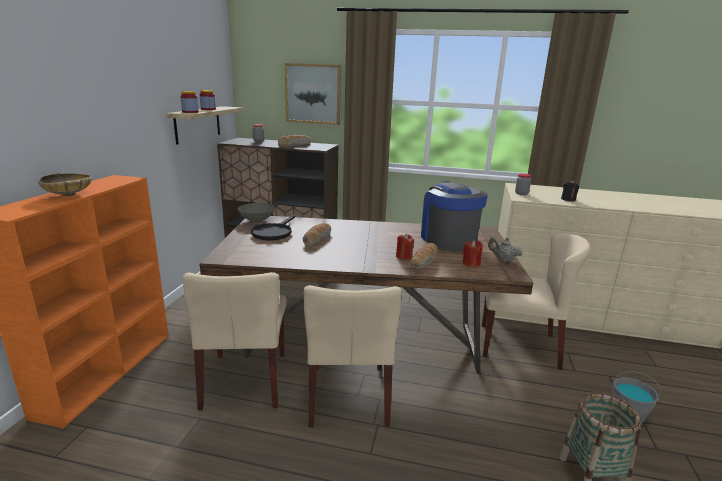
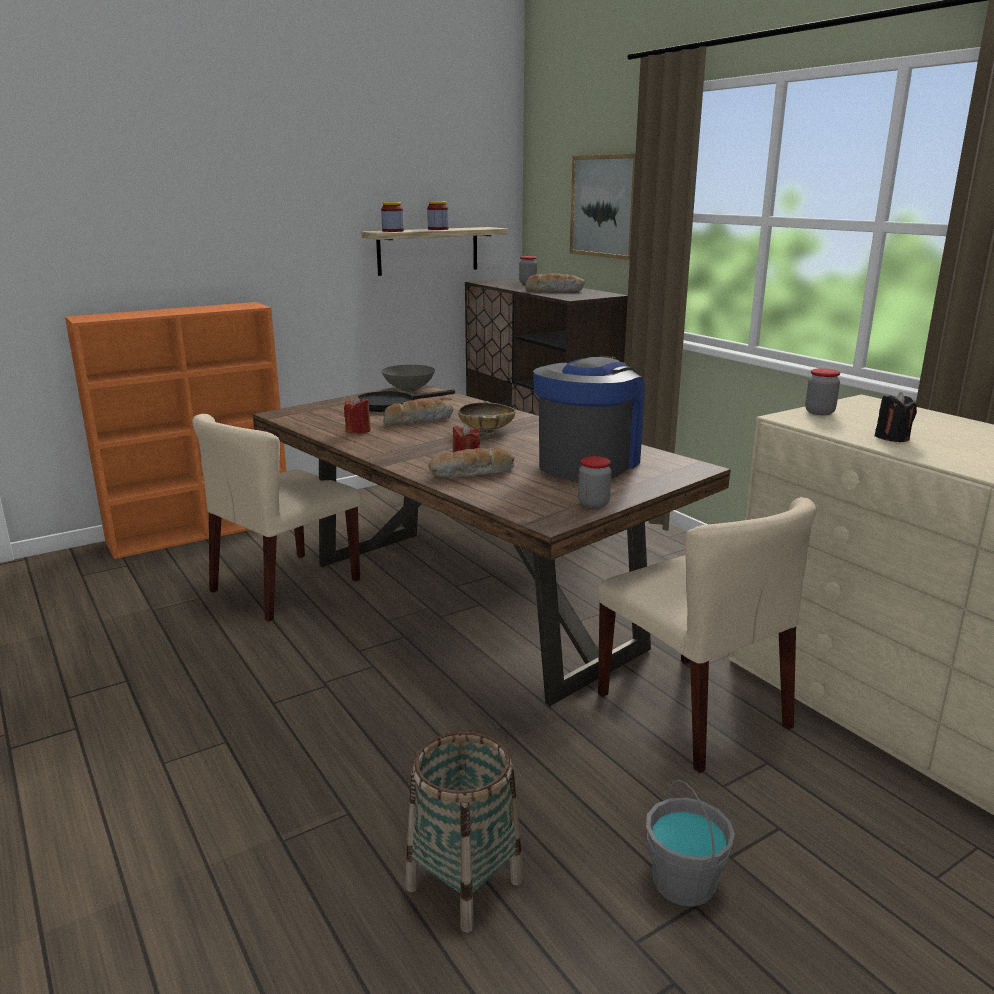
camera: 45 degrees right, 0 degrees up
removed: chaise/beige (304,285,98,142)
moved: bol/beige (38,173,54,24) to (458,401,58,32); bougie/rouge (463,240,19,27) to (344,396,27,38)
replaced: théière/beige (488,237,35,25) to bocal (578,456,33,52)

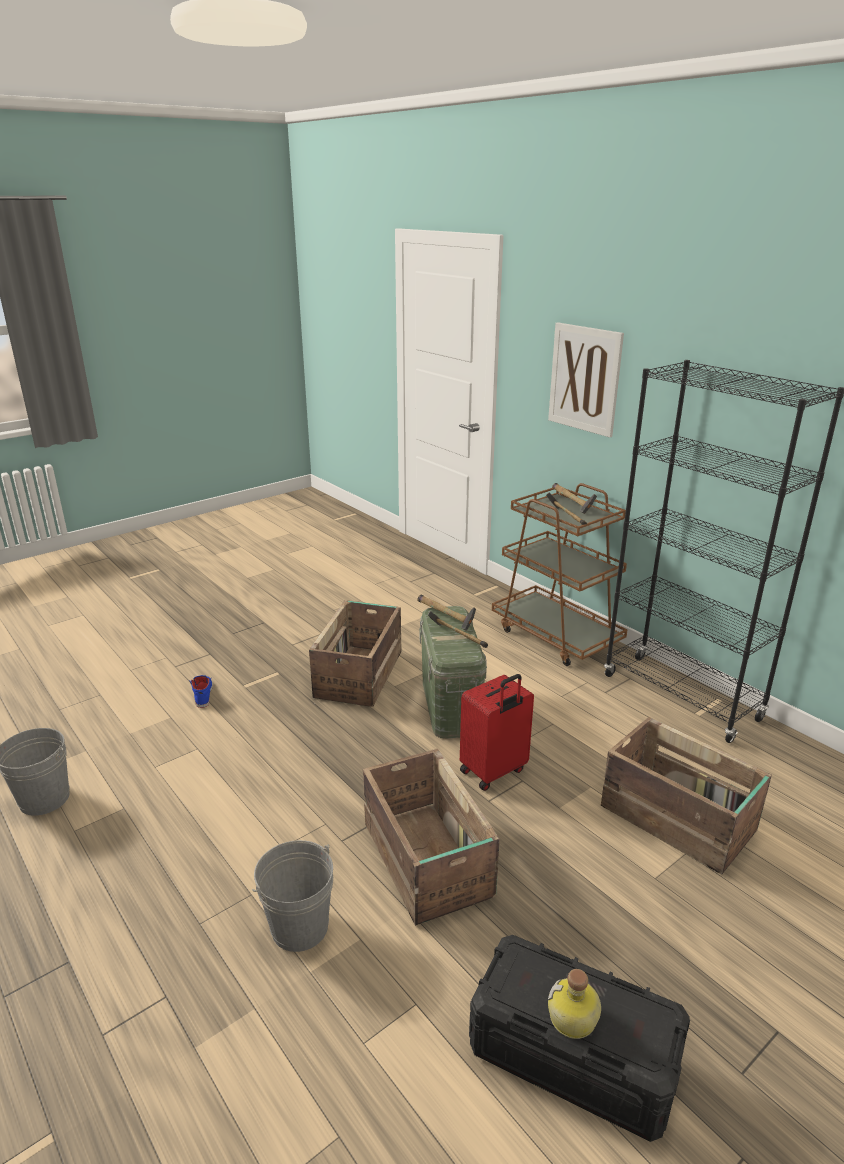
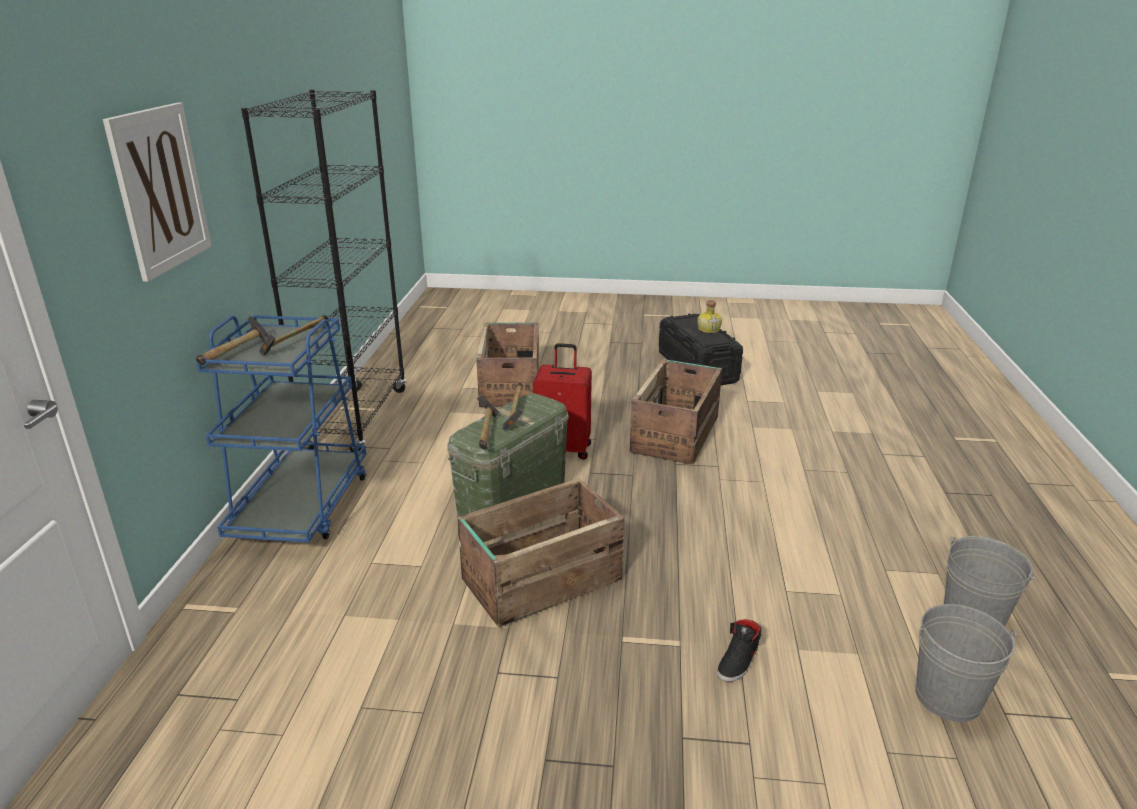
camera: 135 degrees left, 0 degrees up
moved: seau/gris (252,840,81,112) to (916,604,104,118)
recoloured: chaussure/bleu (189,675,24,33) to chaussure/noir (717,619,44,63); chariot/marron (492,483,135,183) to chariot/bleu (196,315,171,228)

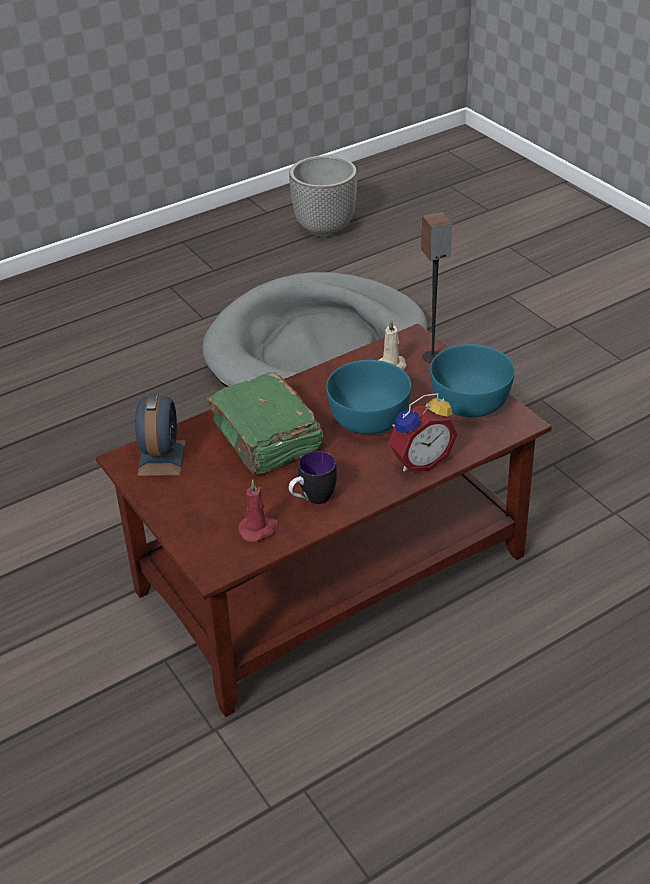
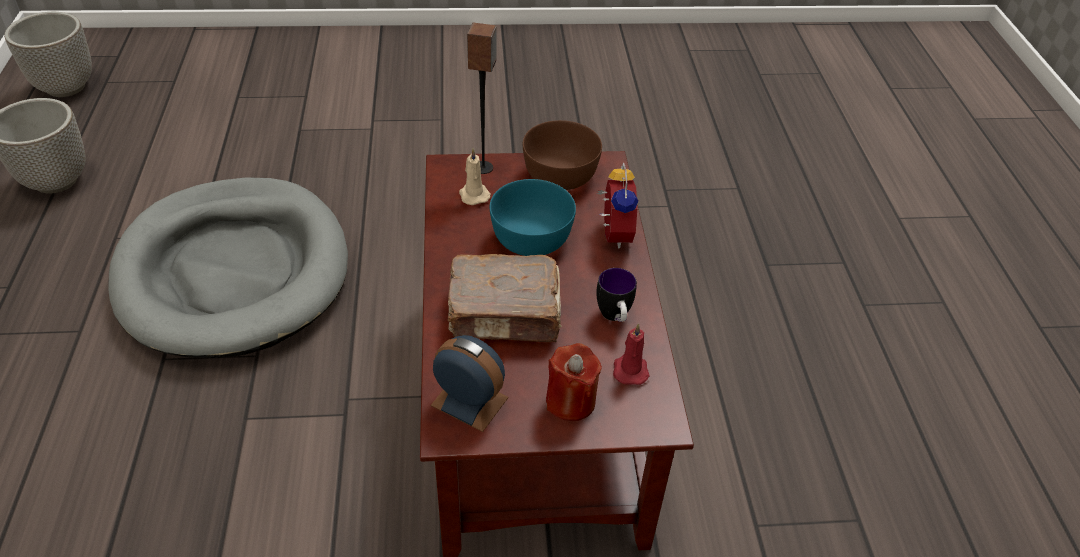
camera: 65 degrees left, 5 degrees up
added: cache-pot (4,12,88,85); bougie/rouge (546,343,56,78)
recoloured: livre/vert (207,372,116,103) to livre/marron (448,254,114,88); bol/turquoise (430,344,85,73) to bol/marron (523,120,79,70)

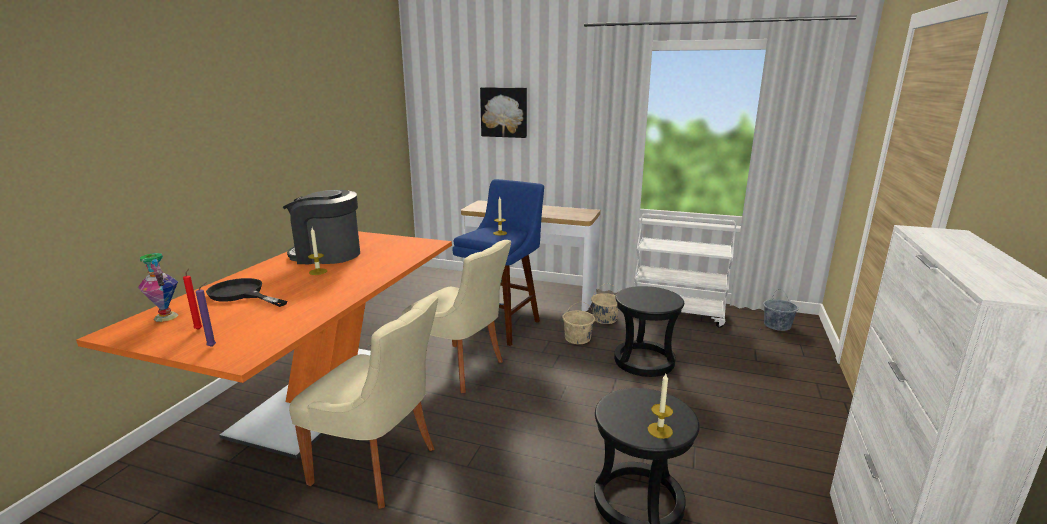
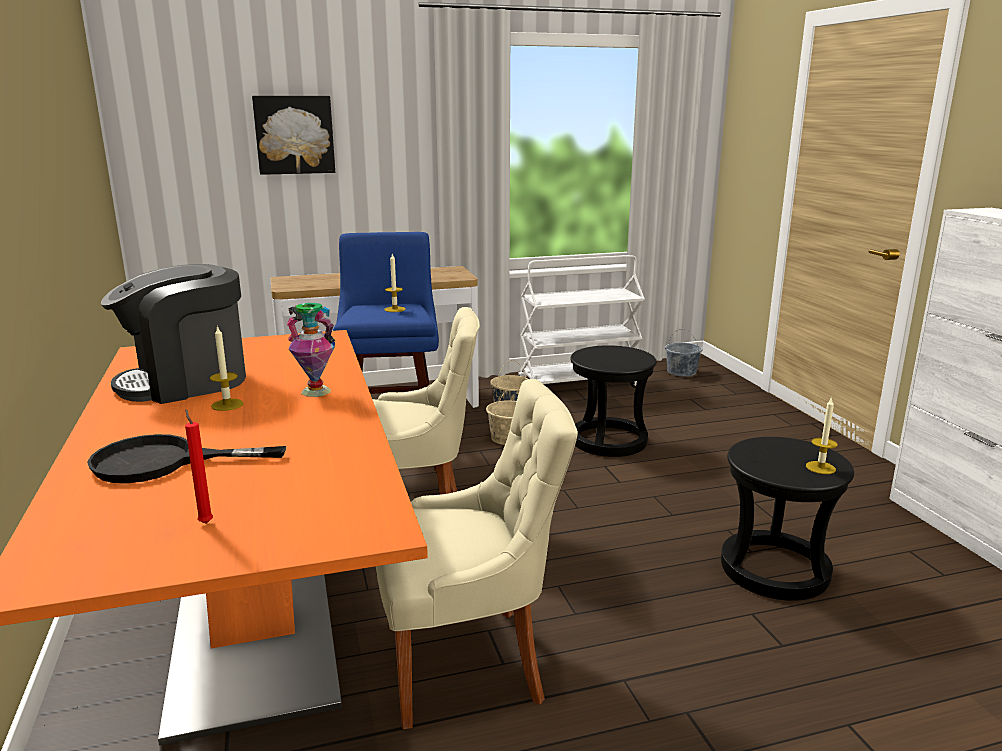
camera: 35 degrees left, 0 degrees up
removed: bougie/violet (196,283,20,64)
moved: vase (138,253,40,69) to (287,303,48,94)

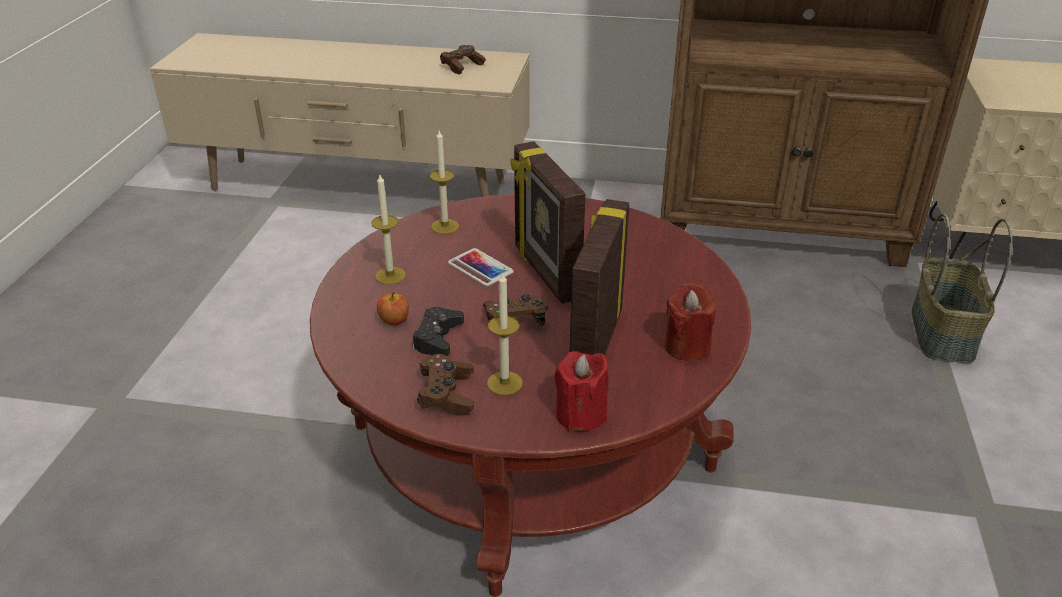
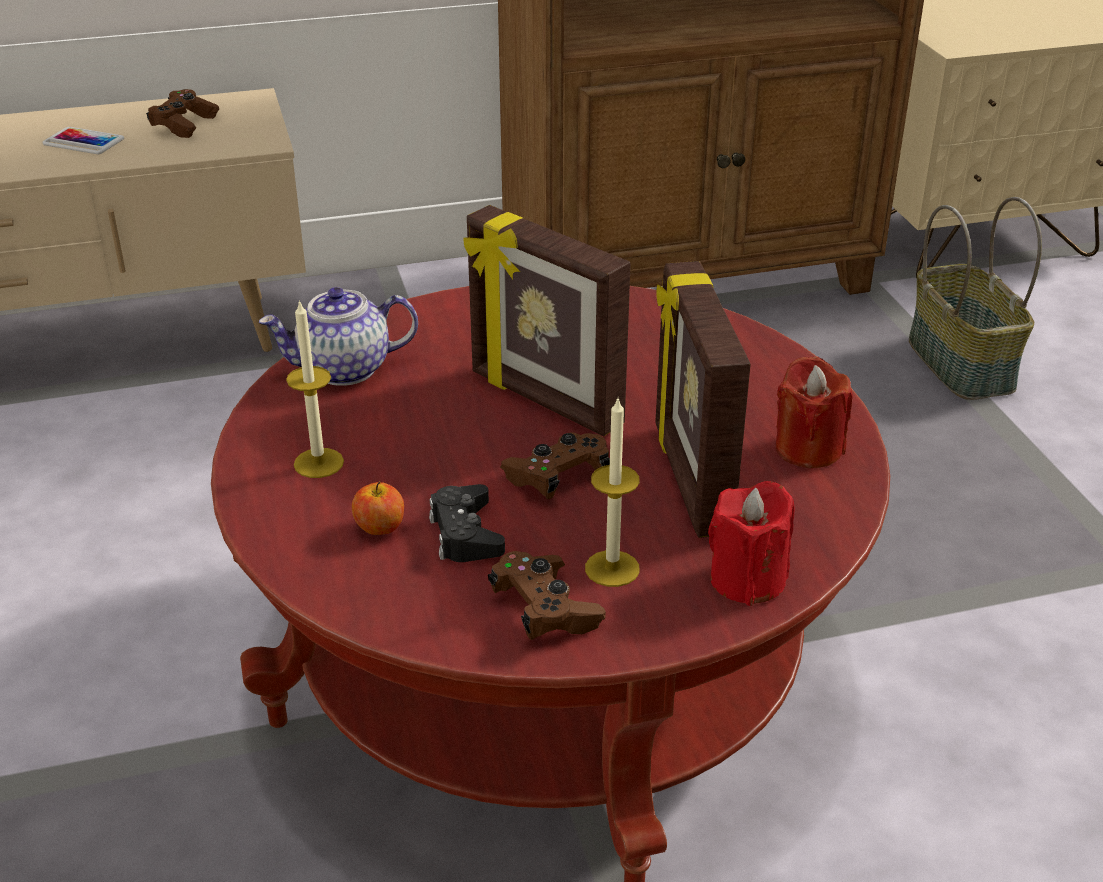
camera: 25 degrees left, 0 degrees up
moved: téléphone (448,248,66,38) to (42,127,82,27)
replaced: bougie (430,130,29,104) to théière (259,287,159,99)

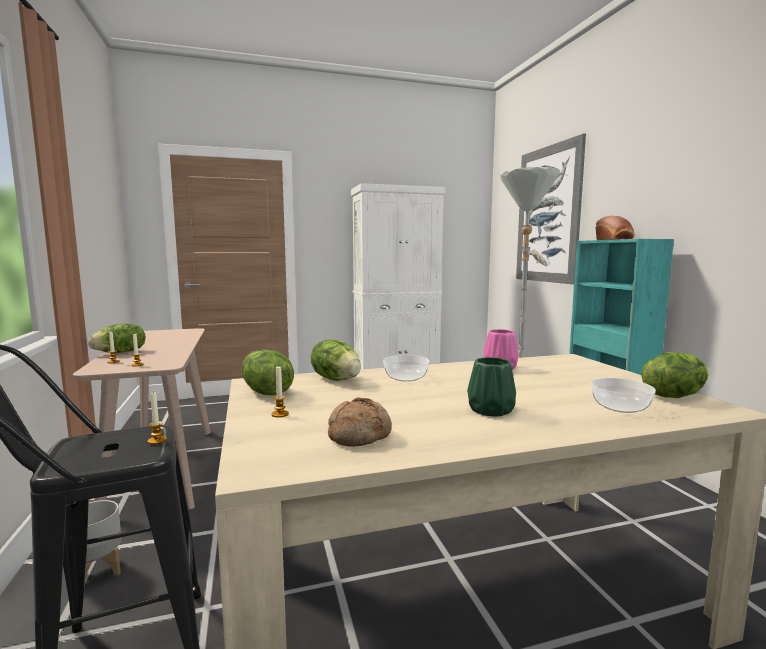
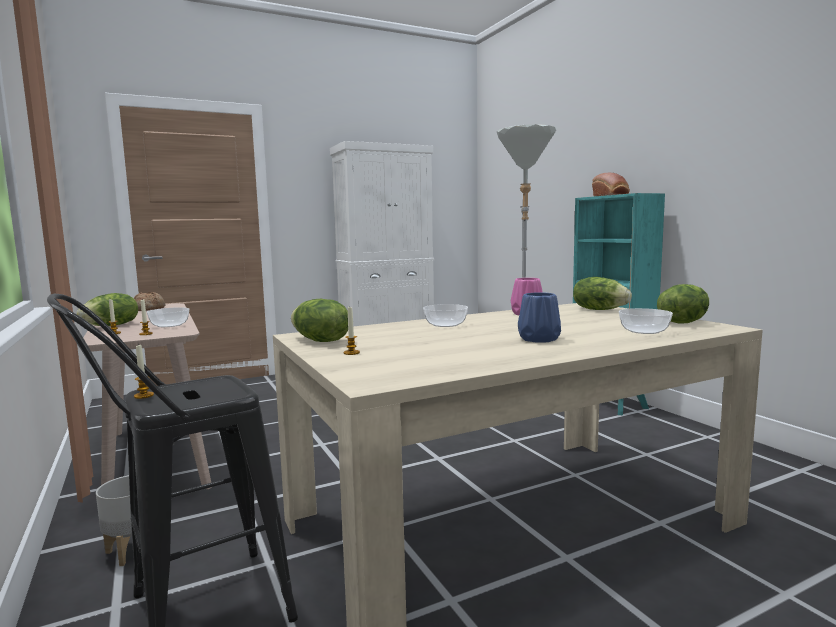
camera: 10 degrees left, 0 degrees up
removed: tableau (516,133,70,151)
added: bol (147,307,42,20)
moved: bougie (148,392,19,52) to (134,344,20,55); laitue (311,340,50,41) to (573,277,59,33); pain (328,397,64,50) to (134,292,31,19)
recoloured: vase/vert (467,357,49,60) to vase/bleu (518,292,43,51)

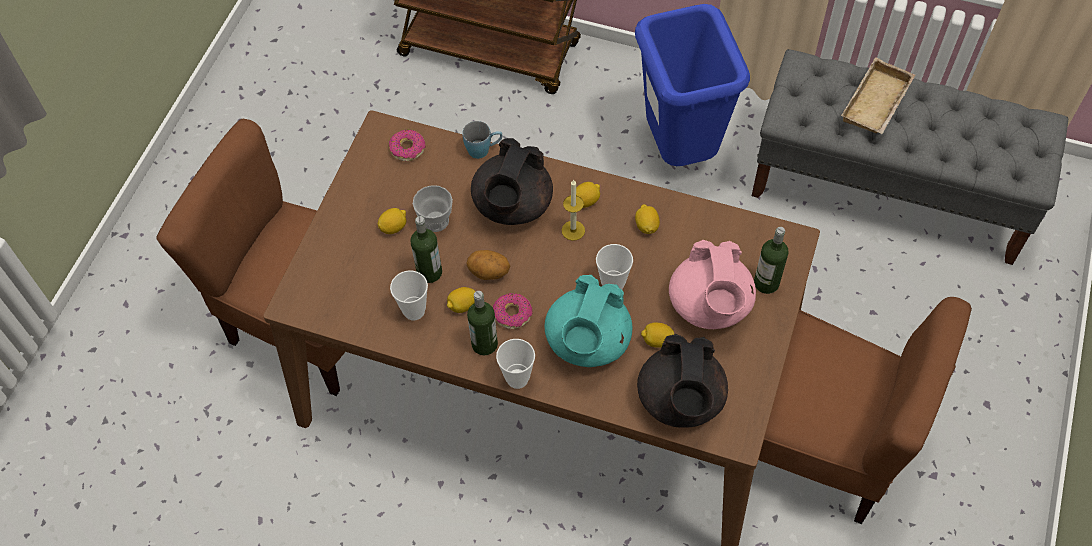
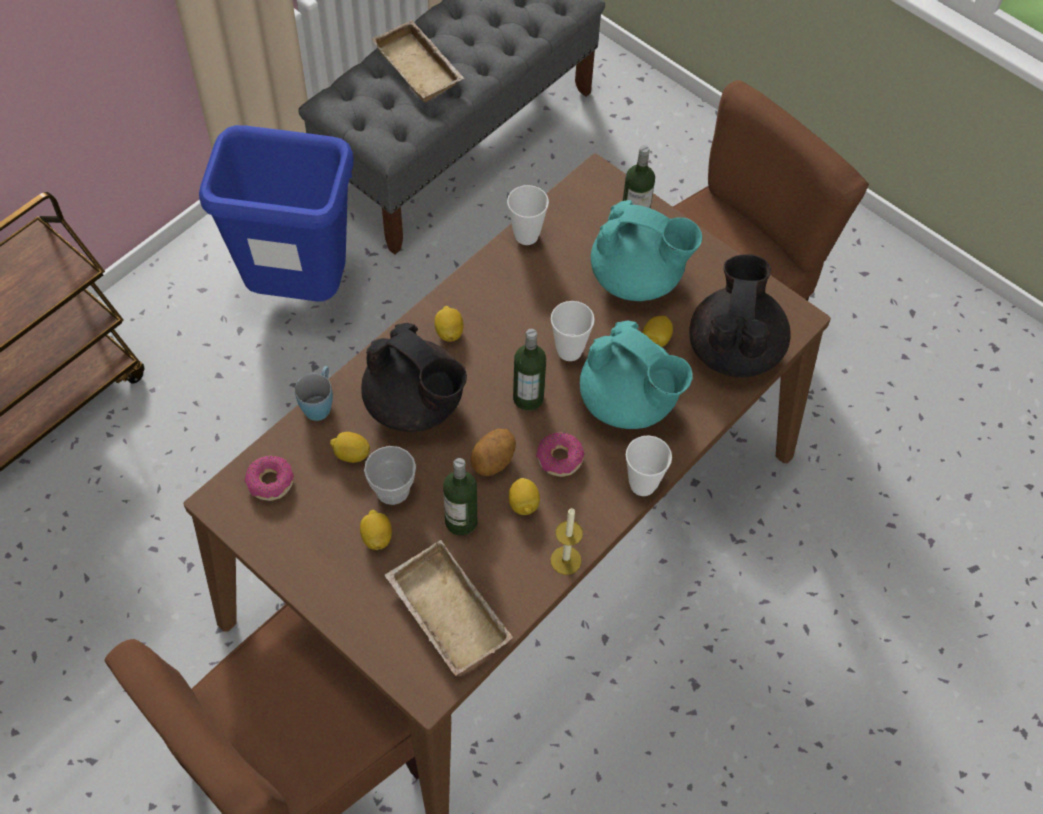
camera: 70 degrees left, 0 degrees up
added: plateau/beige (385,540,128,136)
moved: tasse (390,271,38,49) to (507,185,42,60); bouteille (467,291,31,64) to (513,329,33,81); bougie (562,179,23,62) to (551,508,32,67); citron (635,204,25,30) to (330,432,40,31)
recoloured: théière/rose (669,240,87,89) to théière/turquoise (591,200,111,101)
turned: théière/noir (637,334,91,94) = (689,254,102,124) 105 degrees counterclockwise

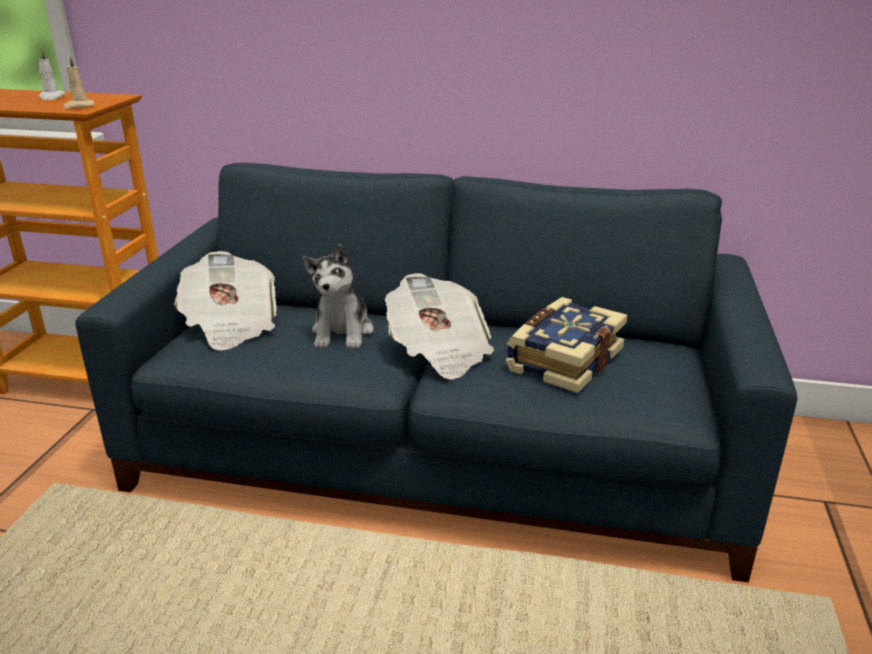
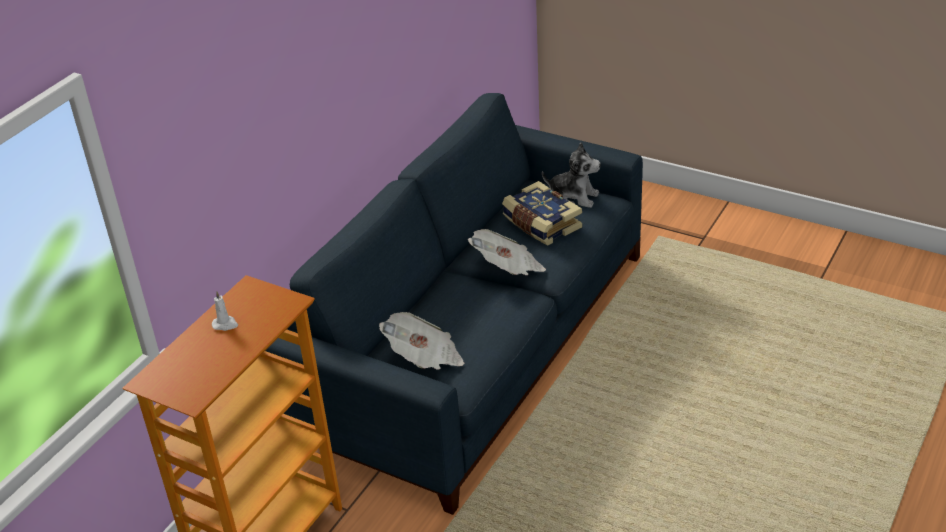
camera: 70 degrees left, 10 degrees up
removed: bougie/beige (63,56,32,53)
moved: peluche (303,244,70,105) to (542,142,59,66)

